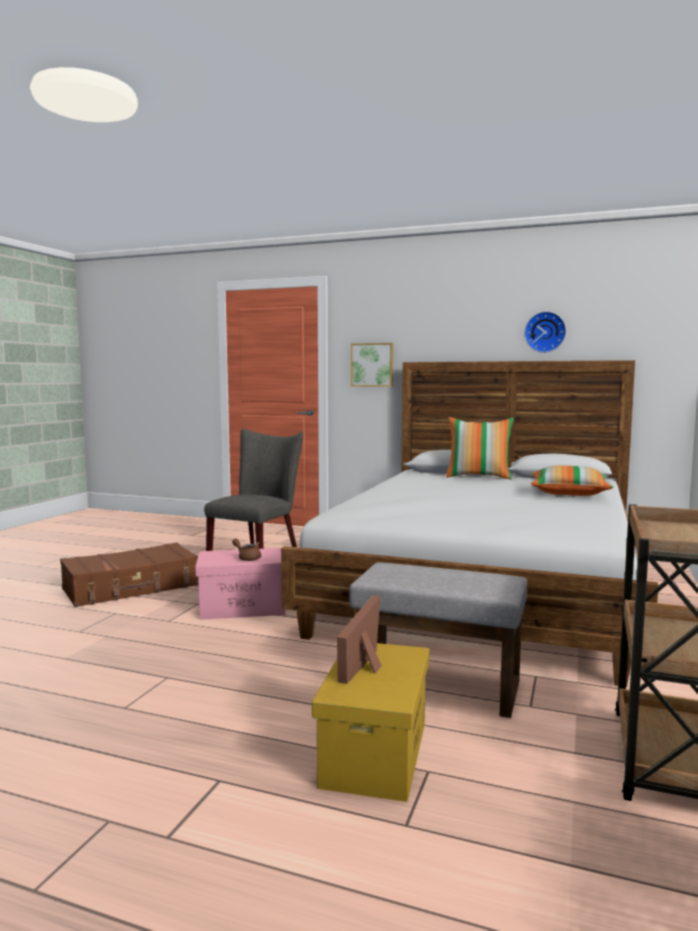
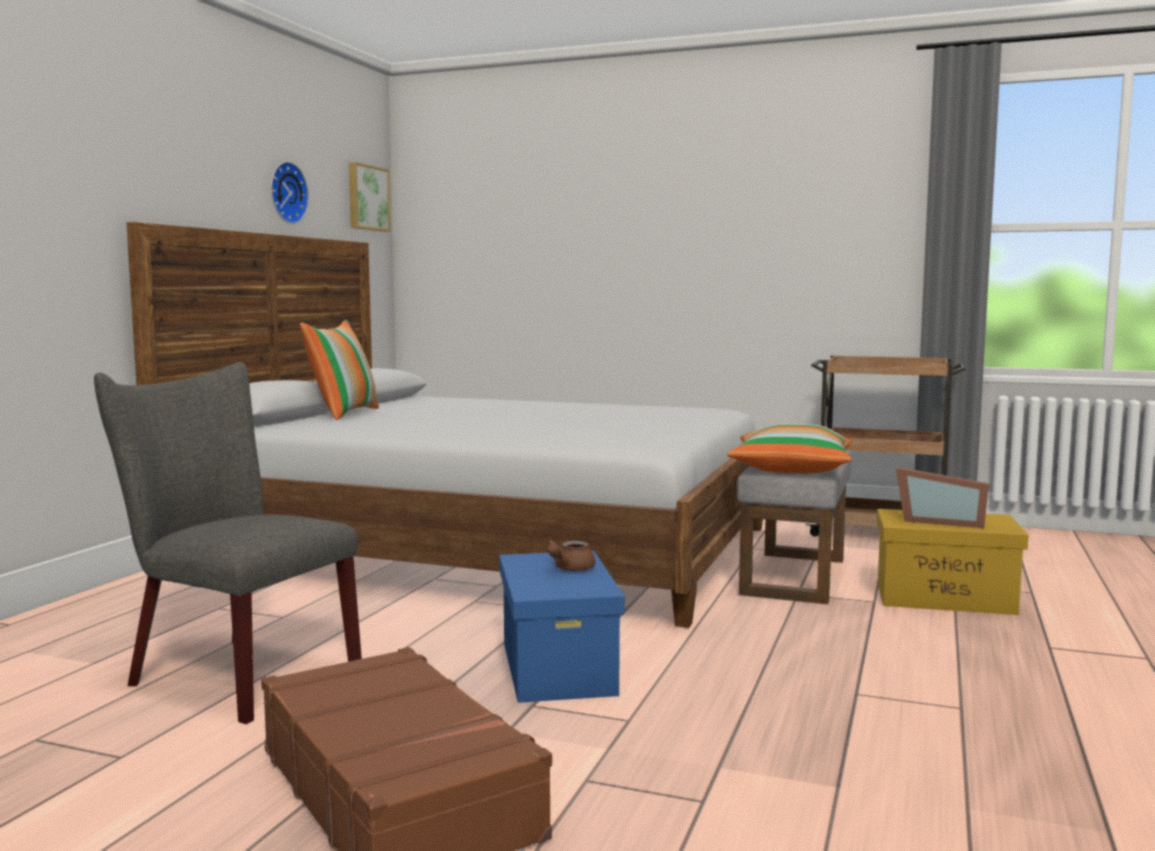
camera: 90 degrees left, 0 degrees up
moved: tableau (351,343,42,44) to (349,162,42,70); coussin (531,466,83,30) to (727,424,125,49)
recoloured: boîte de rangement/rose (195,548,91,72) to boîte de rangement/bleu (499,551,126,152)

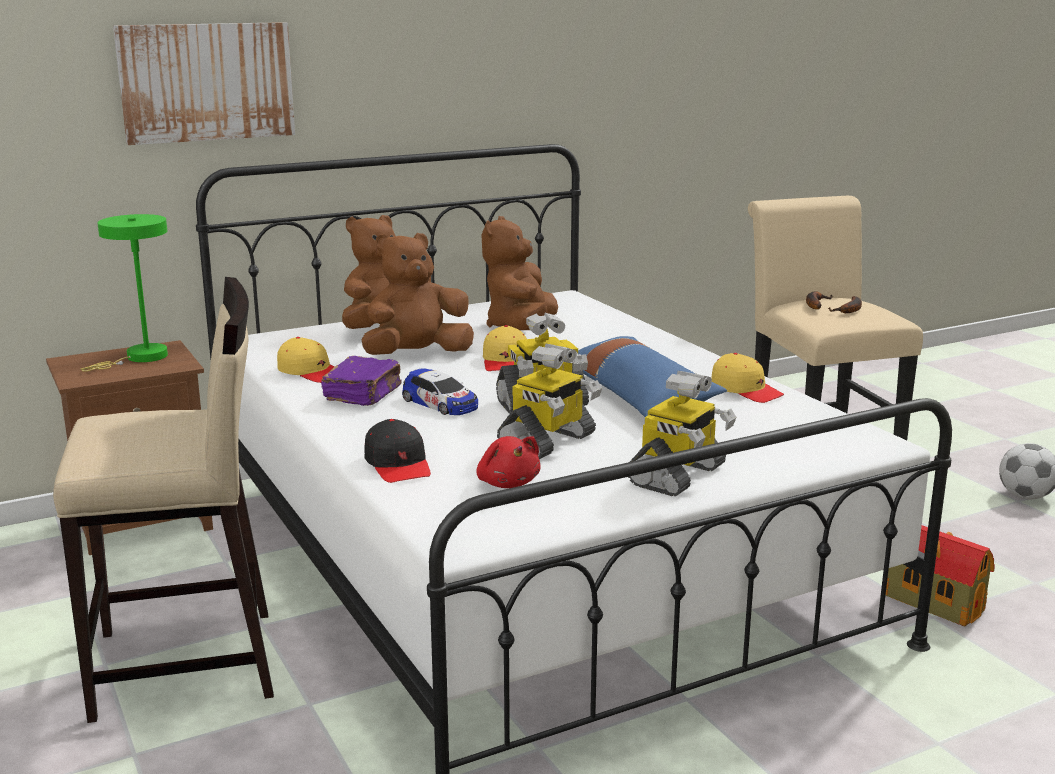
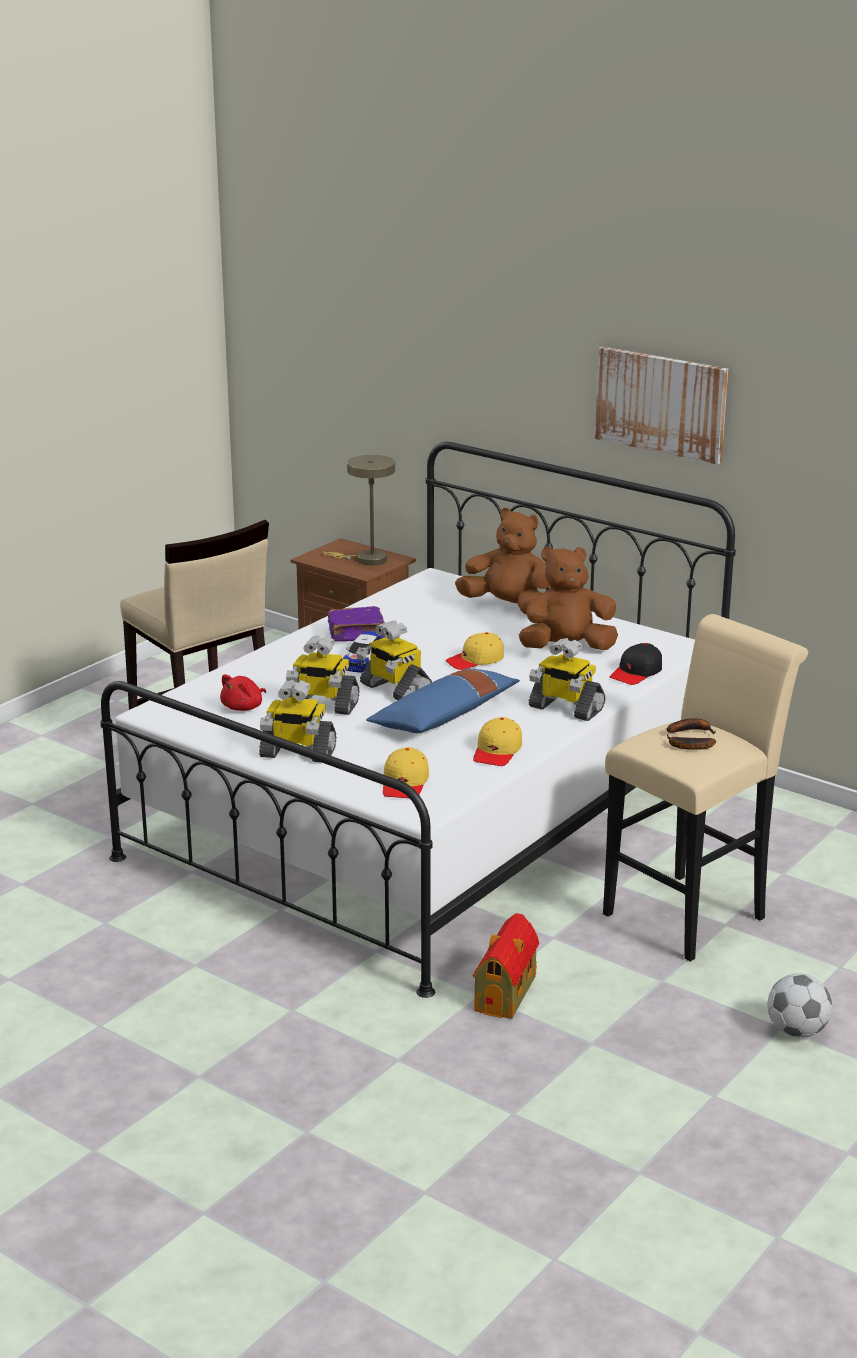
camera: 65 degrees right, 5 degrees up
removed: peluche/marron (362,233,112,122)
added: robot jouet (529,638,76,83)
moved: tableau (113,22,182,123) to (595,347,133,118); casquette/jaune (277,337,57,46) to (383,747,46,51); casquette/noir (364,419,67,64) to (610,643,52,42)
recoloured: lampe de table/vert (81,214,87,158) to lampe de table/beige (323,455,72,110)

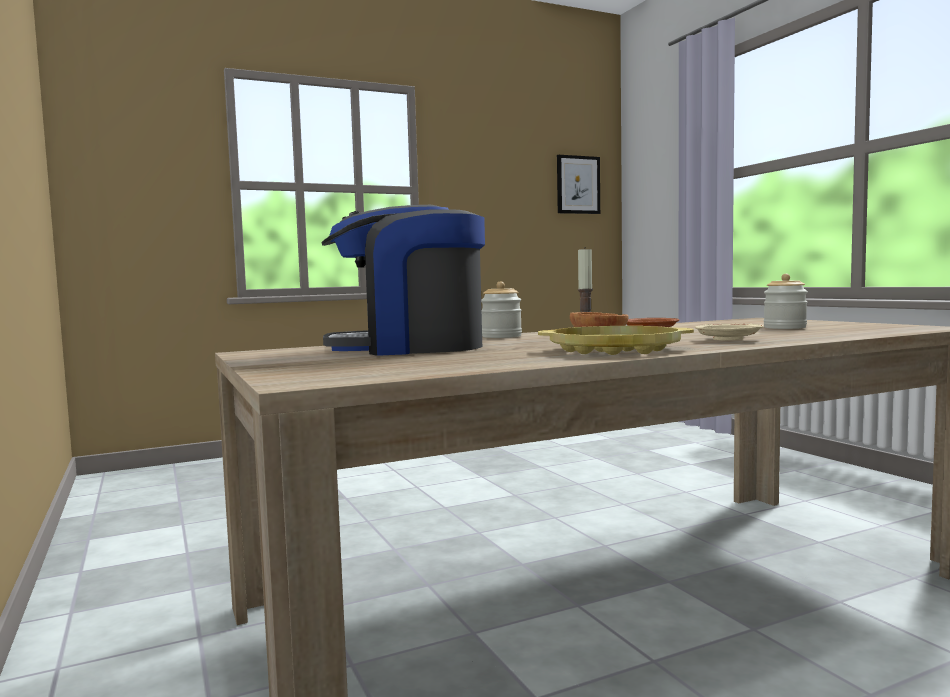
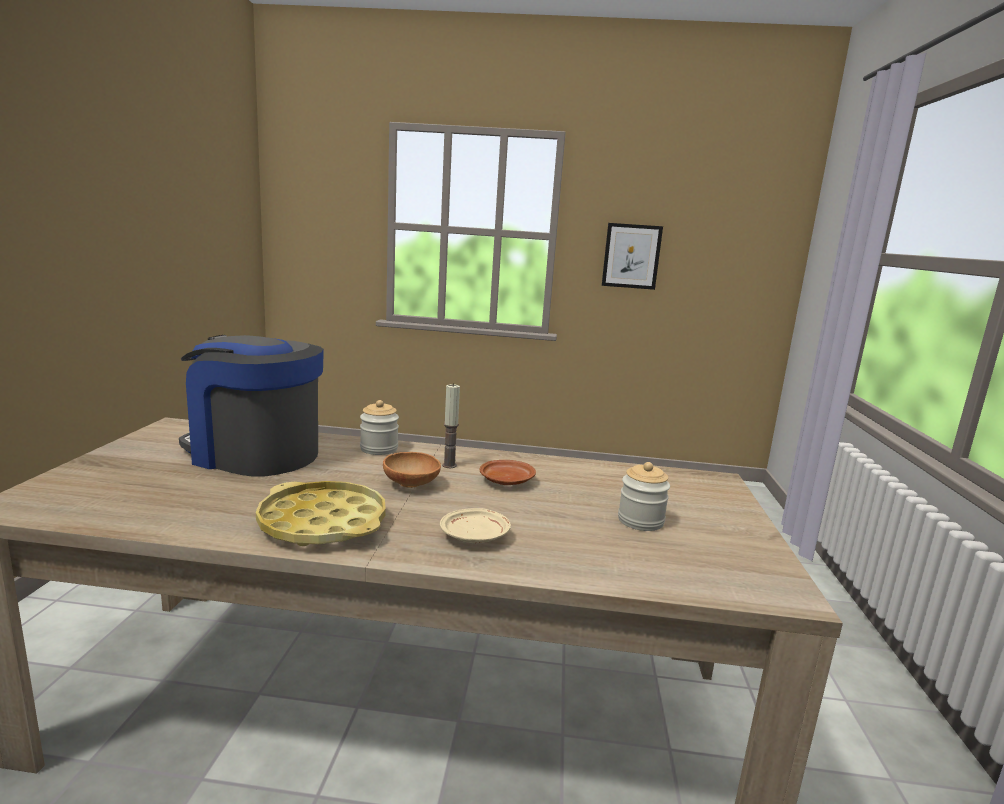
camera: 30 degrees right, 10 degrees up
moved: tableau (557,155,43,59) to (602,223,61,67)

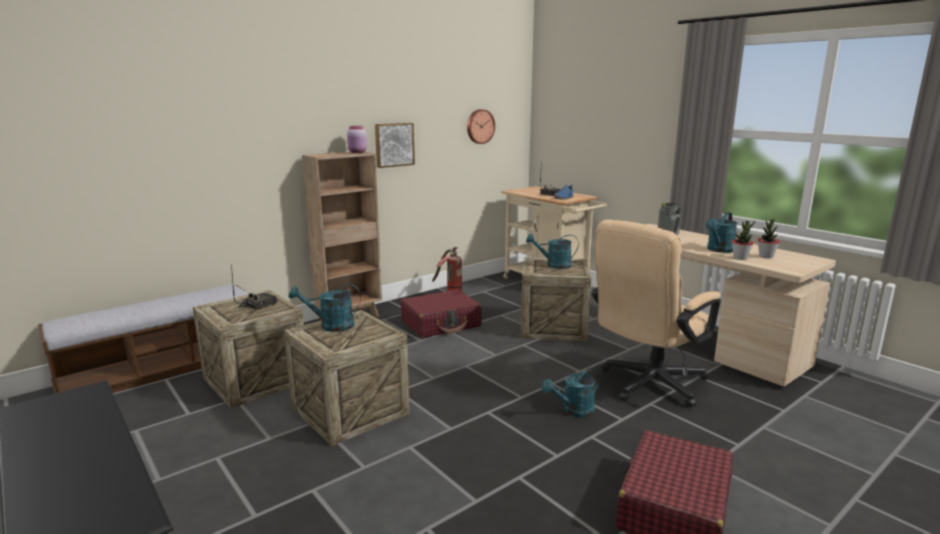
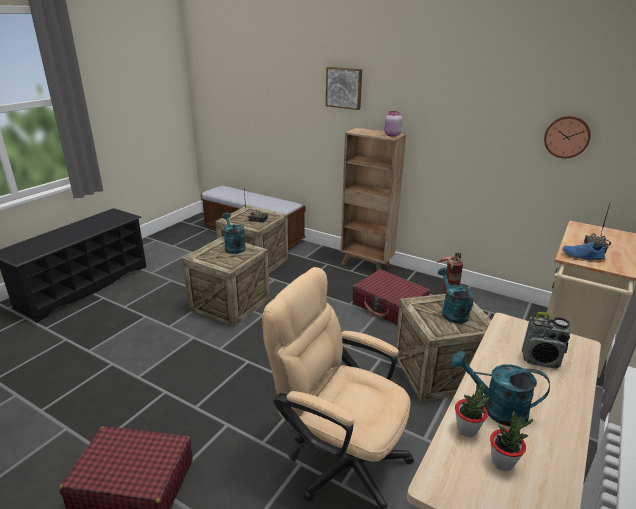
camera: 70 degrees right, 10 degrees up
removed: arrosoir/turquoise (542,368,58,49)
moved: tableau (375,123,40,45) to (326,67,36,43)

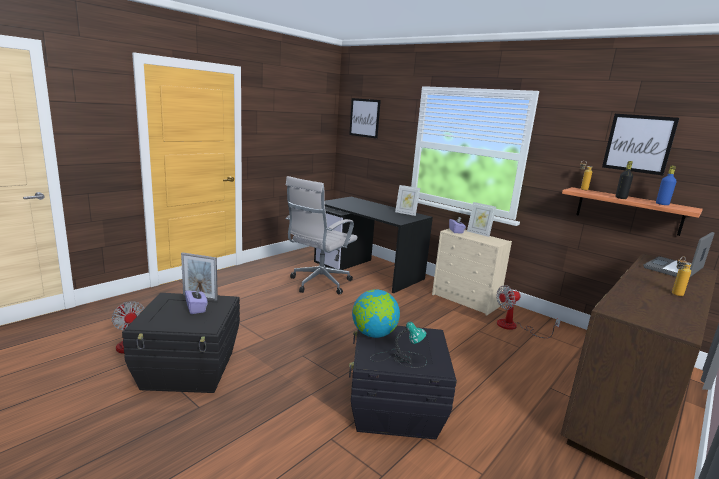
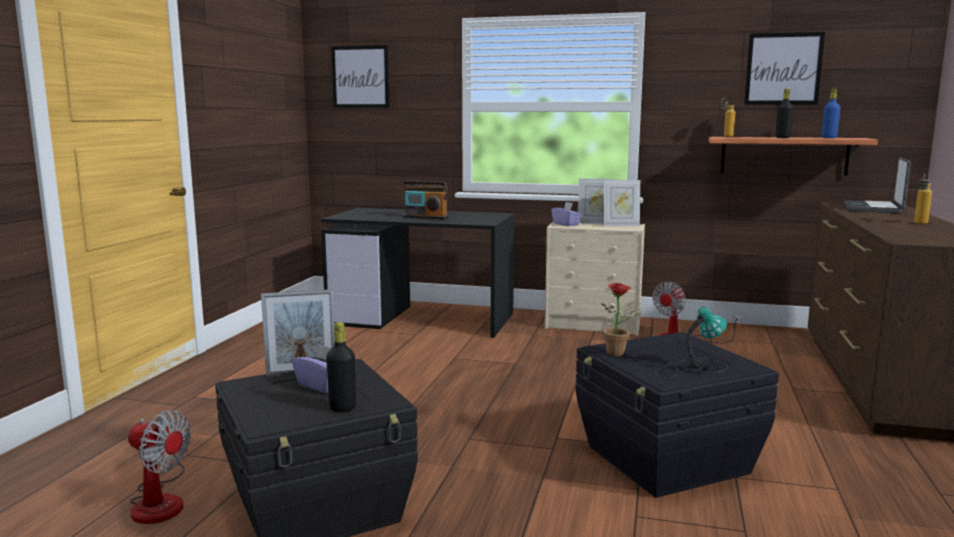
camera: 25 degrees left, 5 degrees down
removed: chaise de bureau/blanc (286,176,71,119)
added: bouteille/noir (326,322,30,90); radio (403,180,46,39)
moved: cadre photo (395,185,25,31) to (603,180,37,46)
replaced: globe (352,289,48,49) to plante en pot (601,283,40,73)

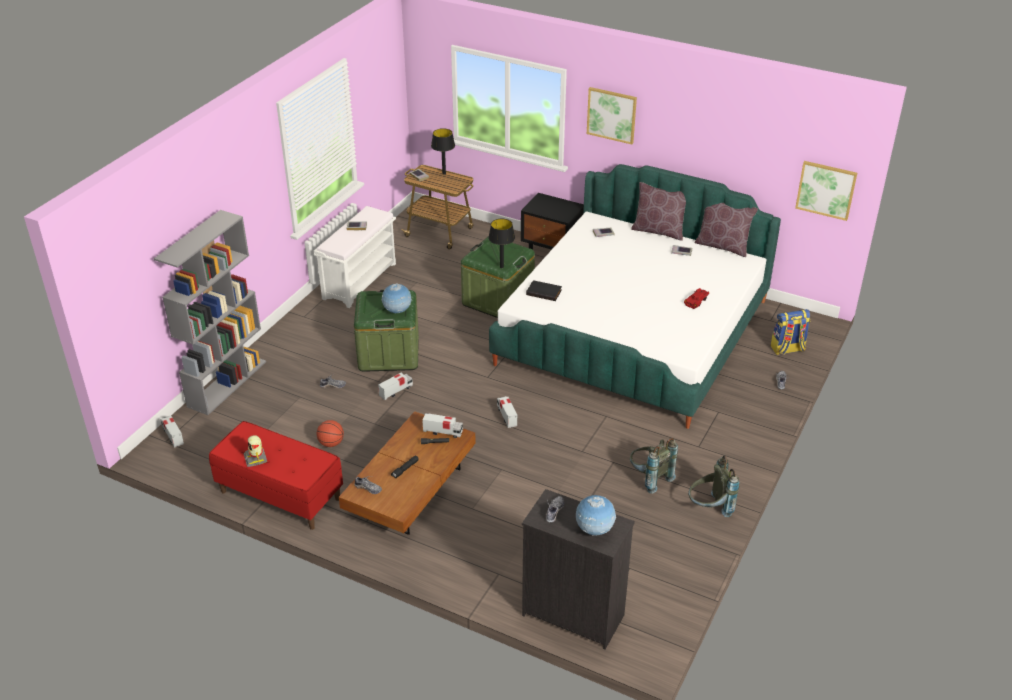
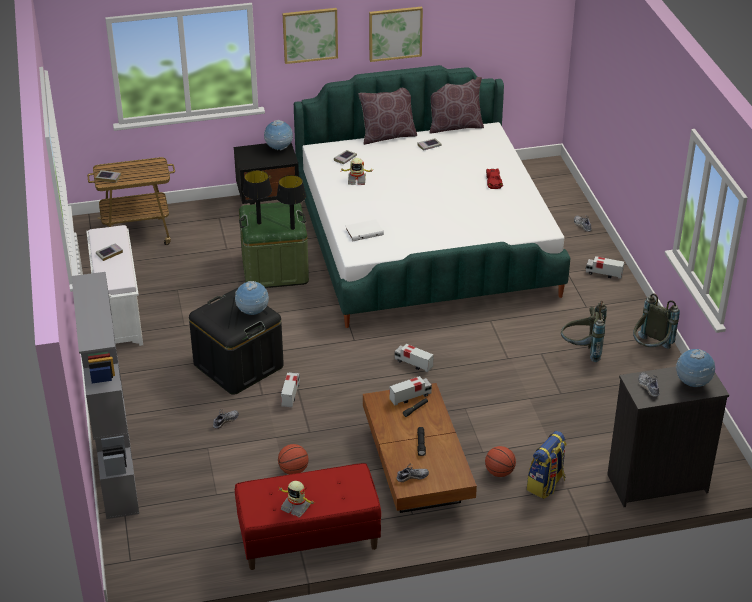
camera: 40 degrees left, 0 degrees up
added: globe (264,120,29,31); robot jouet (341,158,33,27); ballon de basket (485,446,31,31)
moved: camion jouet (160,416,24,32) to (585,256,39,23); lampe de table/noir (431,128,24,47) to (243,170,29,54); sac à dos (771,309,39,46) to (527,431,40,68); tableau (795,161,62,60) to (369,7,54,55)
recoloured: boîte de rangement/vert (354,290,65,82) to boîte de rangement/noir (189,288,95,107); livre/noir (526,280,36,21) to livre/blanc (345,219,39,22)

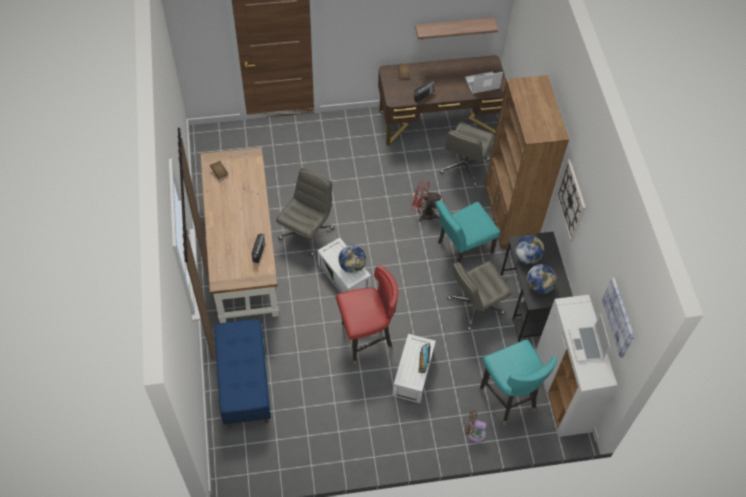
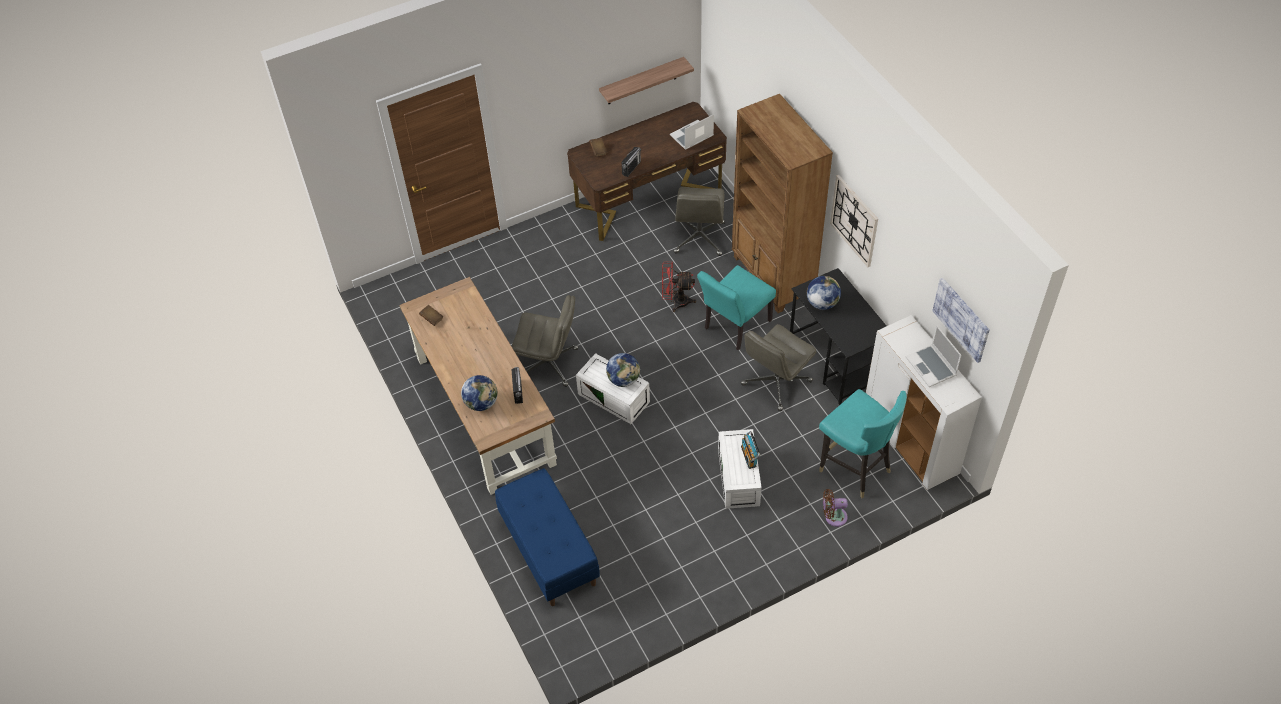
camera: 15 degrees left, 5 degrees down
removed: chaise/rouge (336,265,62,99)
moved: globe (527,264,30,30) to (461,375,37,36)
turned: chaise de bureau/gris (276,168,58,88) = (512,295,66,92) 90 degrees clockwise

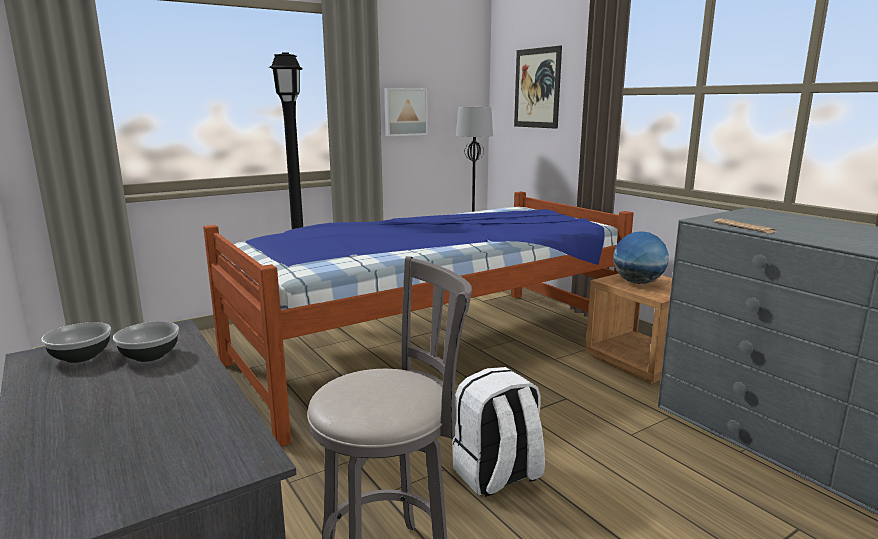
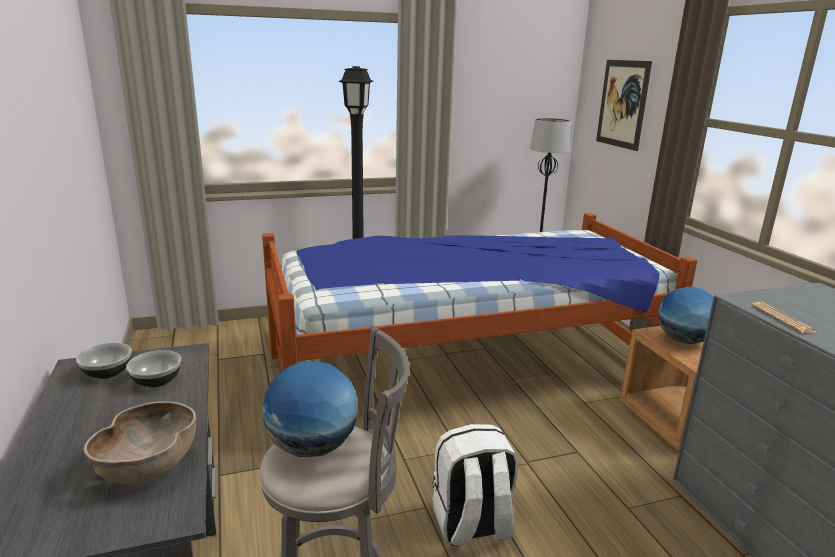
camera: 15 degrees right, 5 degrees up
removed: tableau (384,88,44,48)
added: bol/marron (84,401,113,83); globe (262,361,96,96)

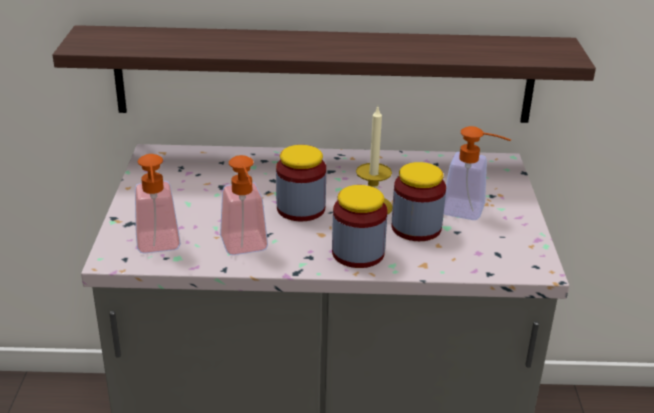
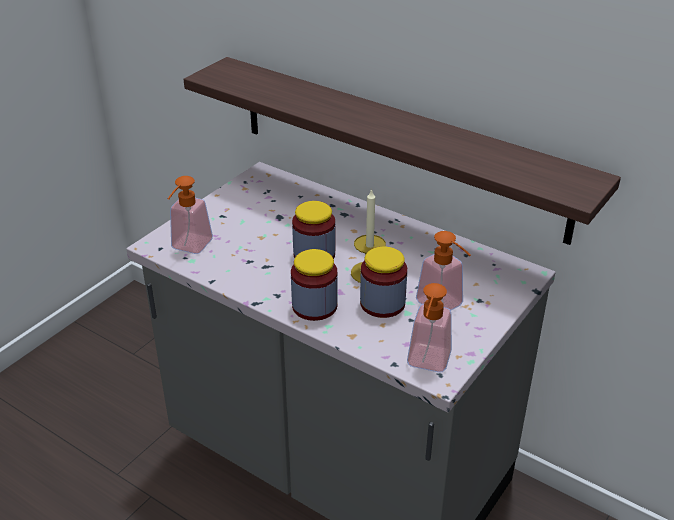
camera: 35 degrees right, 5 degrees up
moved: distributeur de savon (220,155,48,100) to (407,283,45,90)

